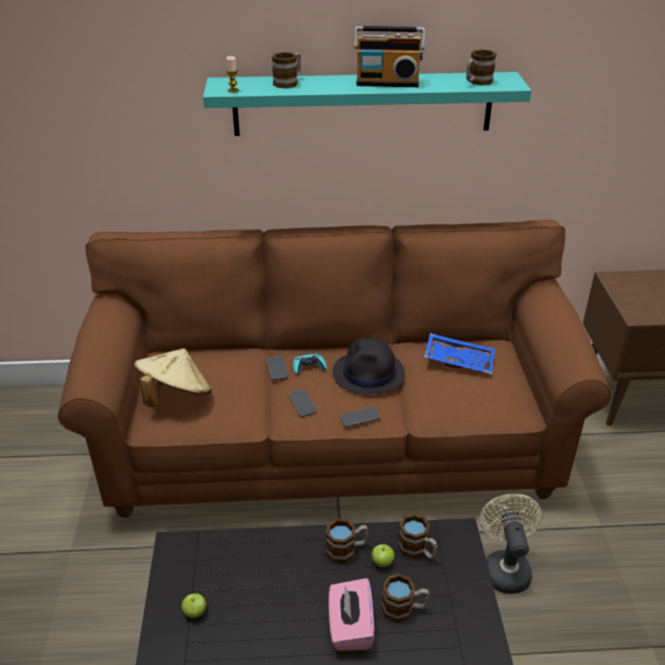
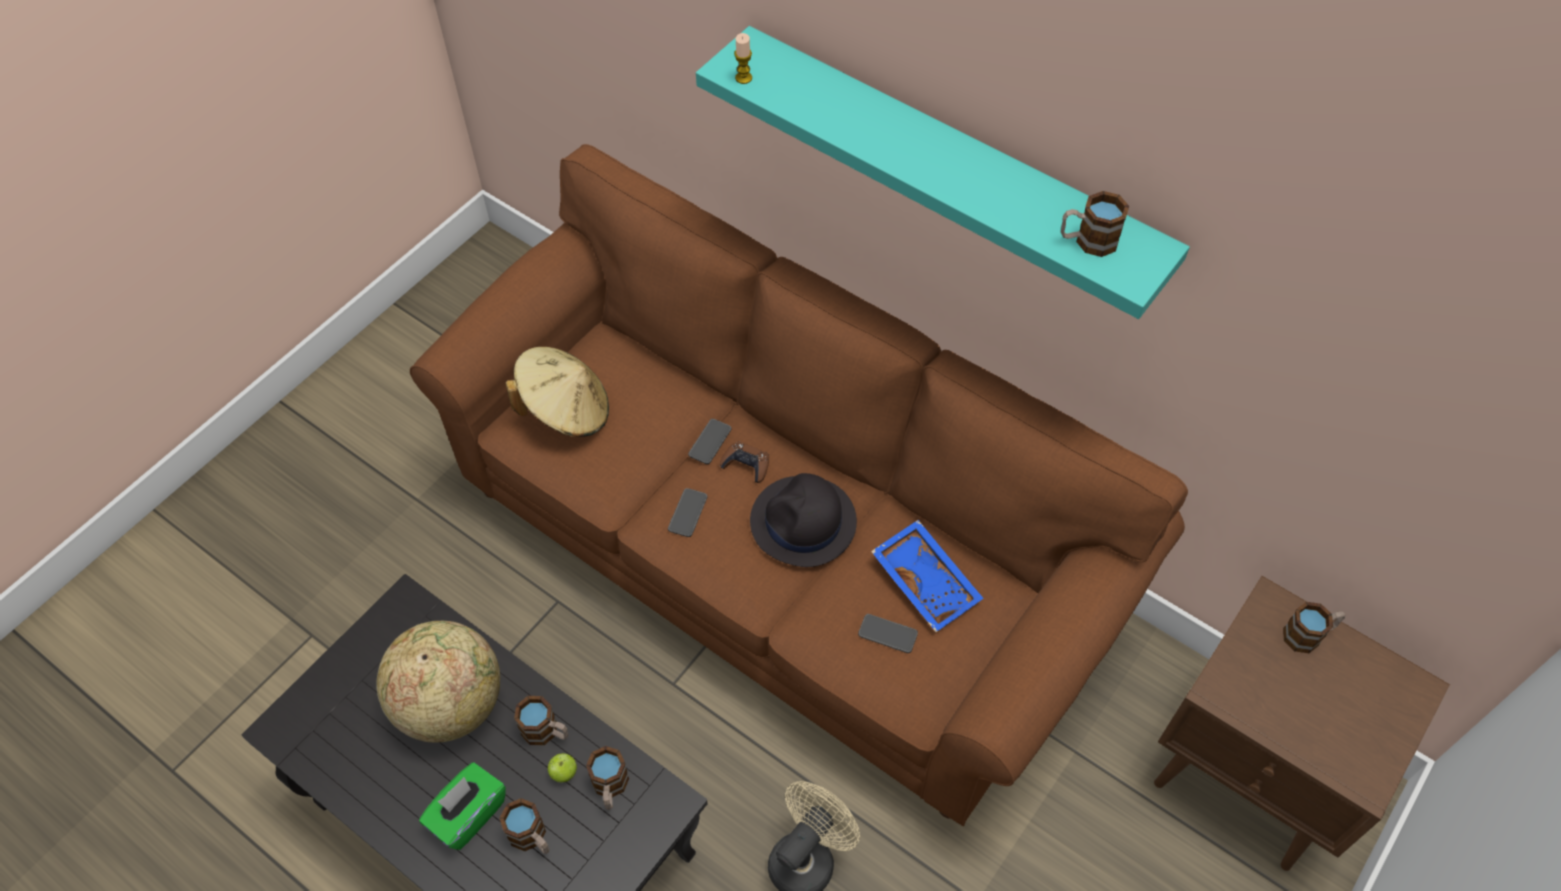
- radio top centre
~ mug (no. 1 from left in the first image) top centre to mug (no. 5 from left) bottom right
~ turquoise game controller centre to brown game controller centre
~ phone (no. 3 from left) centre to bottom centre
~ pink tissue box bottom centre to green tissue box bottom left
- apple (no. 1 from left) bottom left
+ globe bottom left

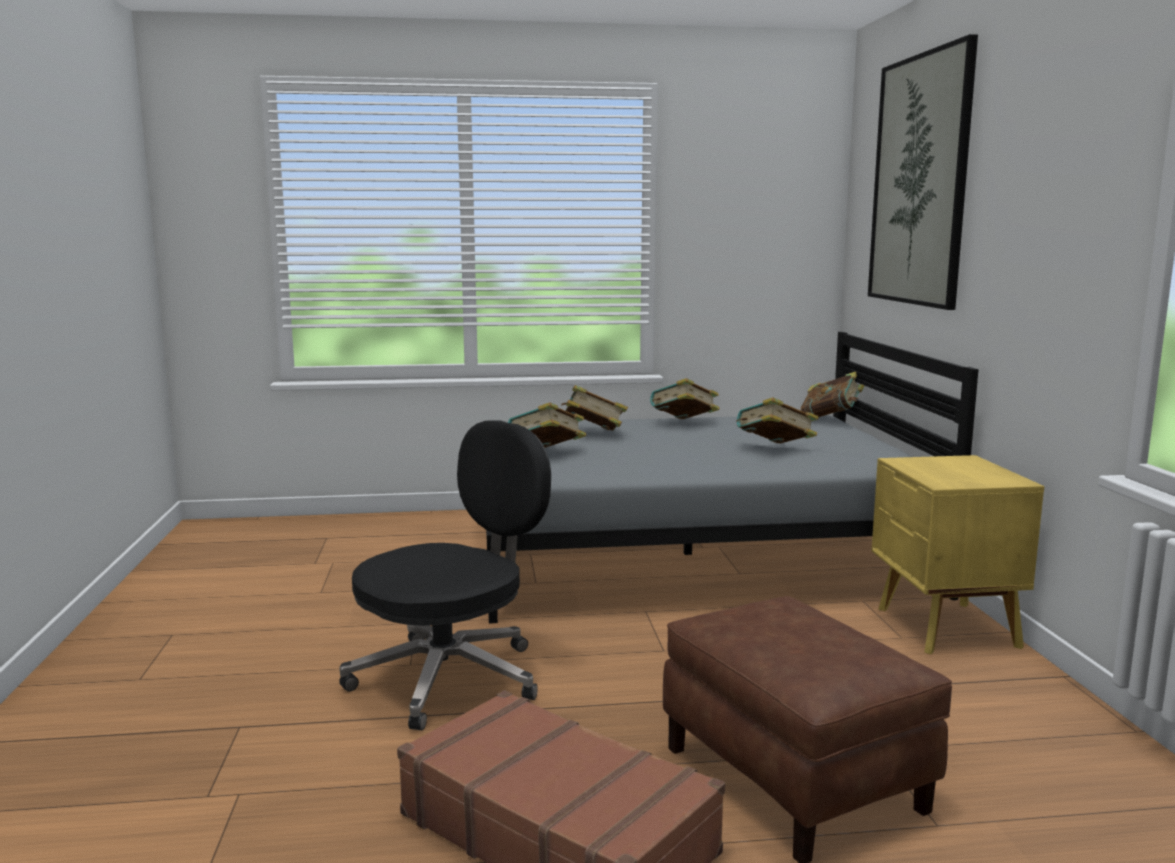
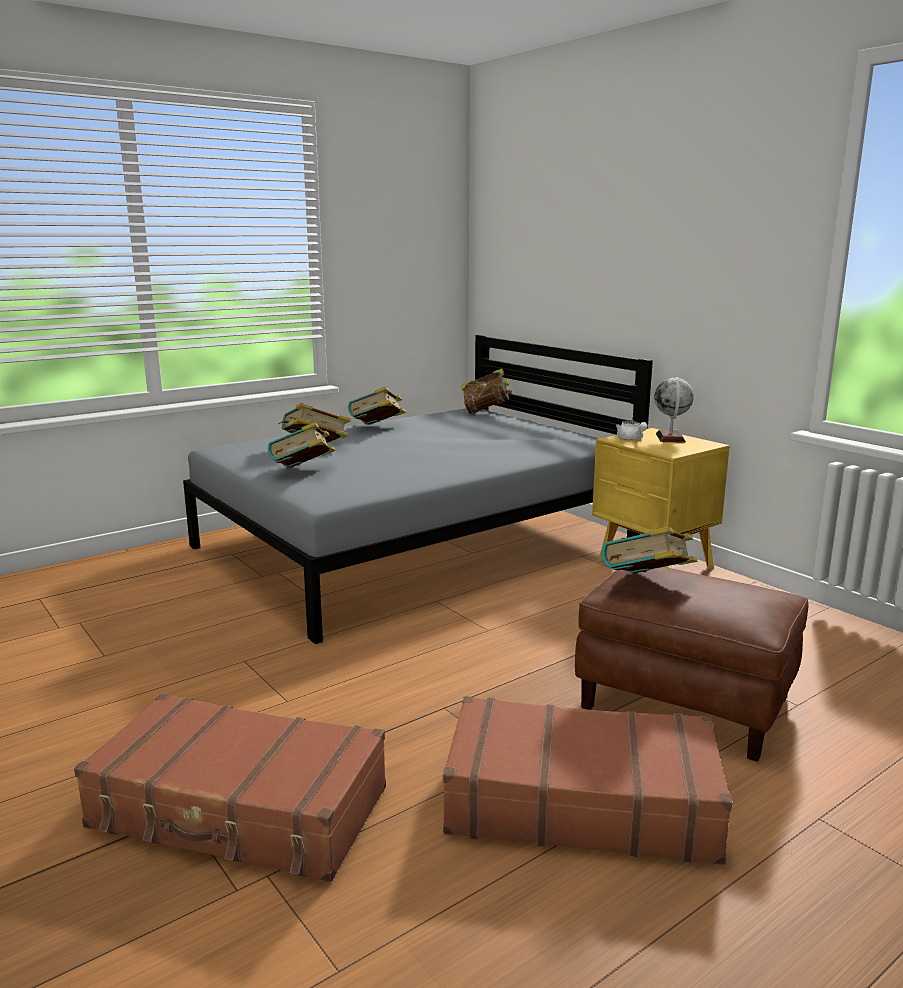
- picture top right
~ book (no. 4 from left in the first image) centre to book (no. 5 from left) middle right
- black office chair centre
+ globe middle right
+ white teapot middle right
+ brown suitcase (no. 1 from left) bottom left

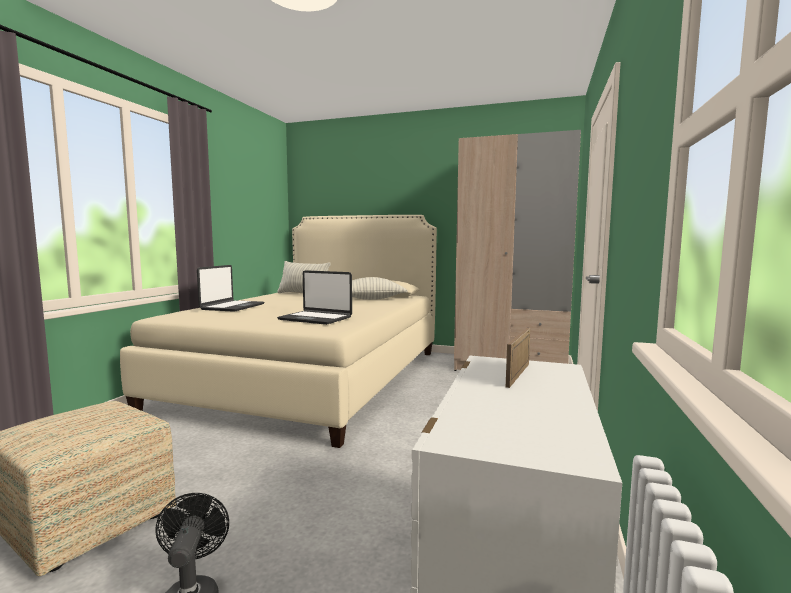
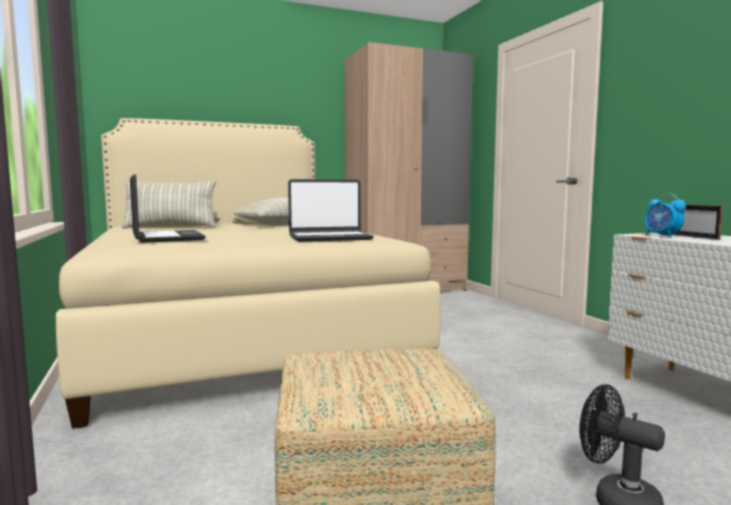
+ alarm clock middle right

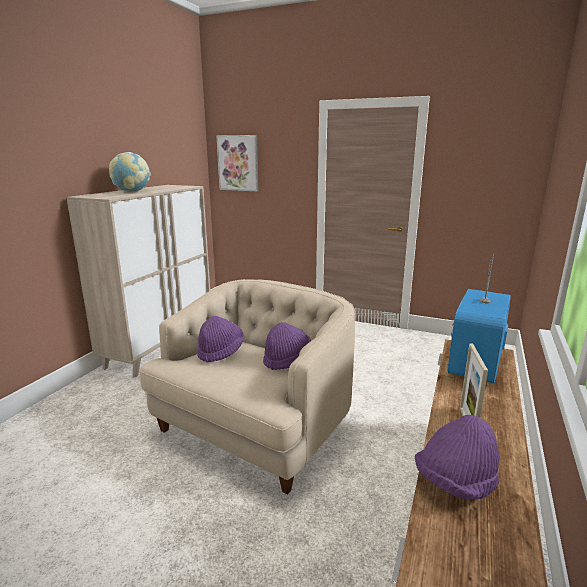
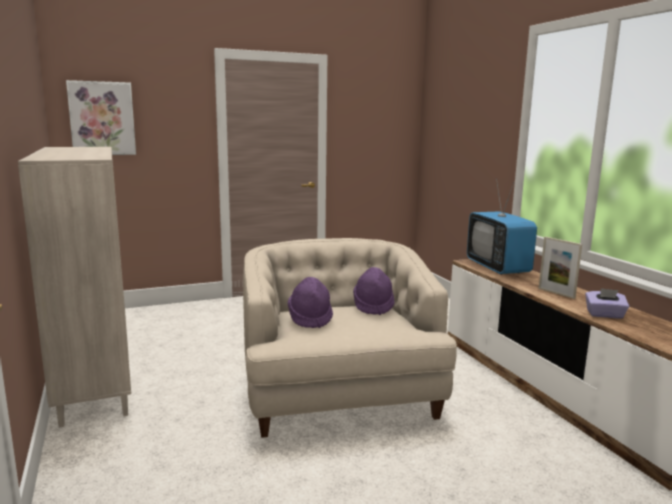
- globe top left
~ purple hat (no. 3 from left) bottom right to purple tissue box middle right

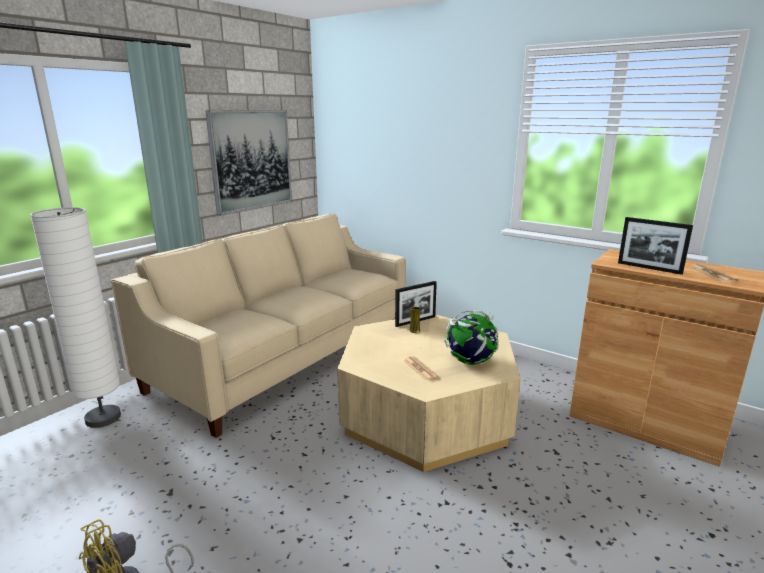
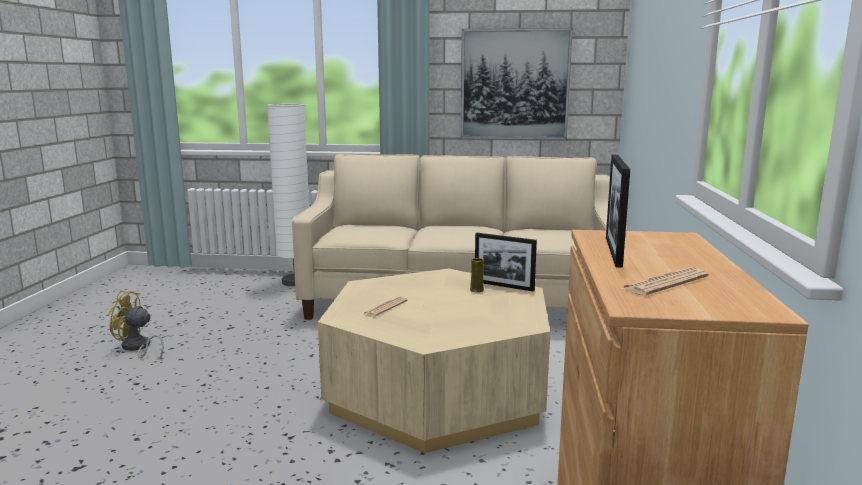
- globe centre

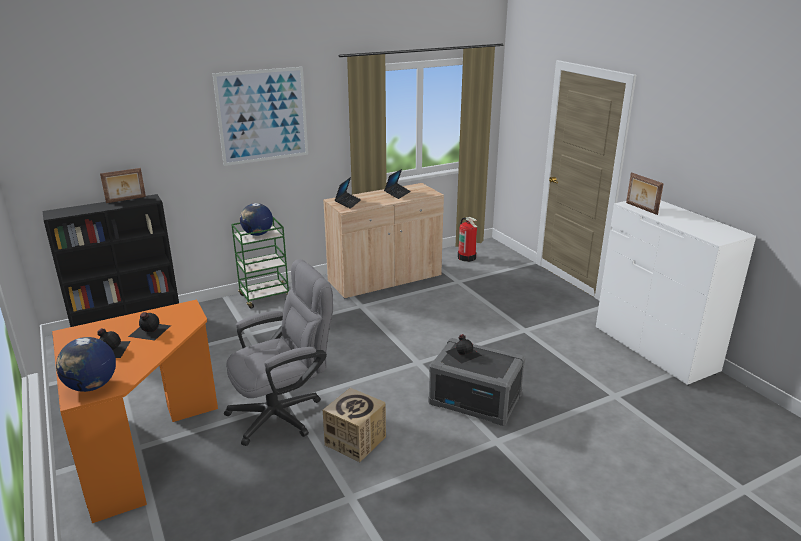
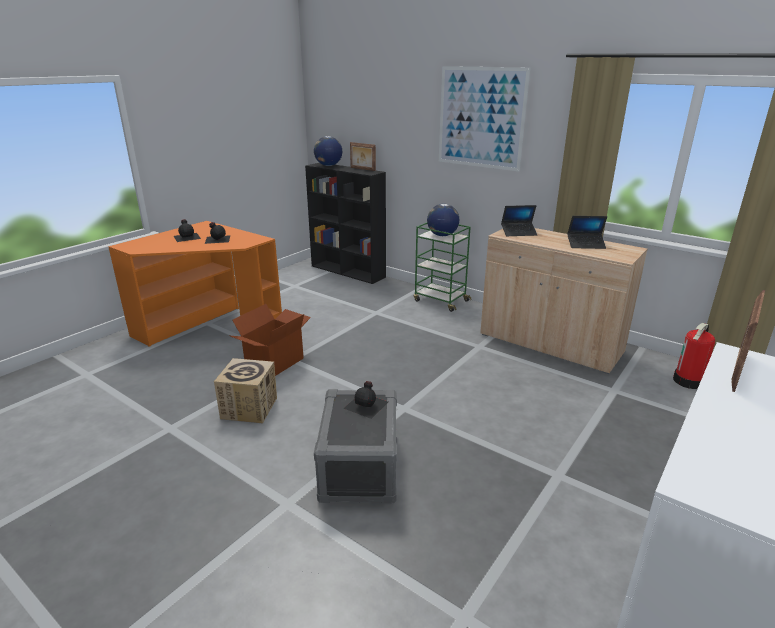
~ grey office chair centre to cardboard box (no. 2 from left) centre
~ globe (no. 1 from left) bottom left to top centre

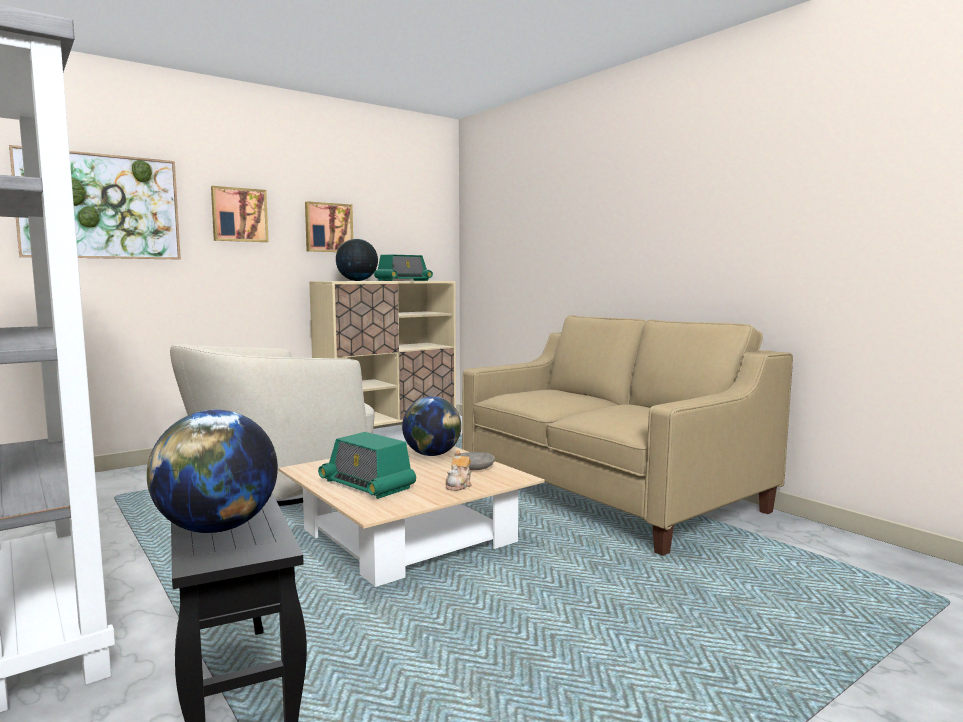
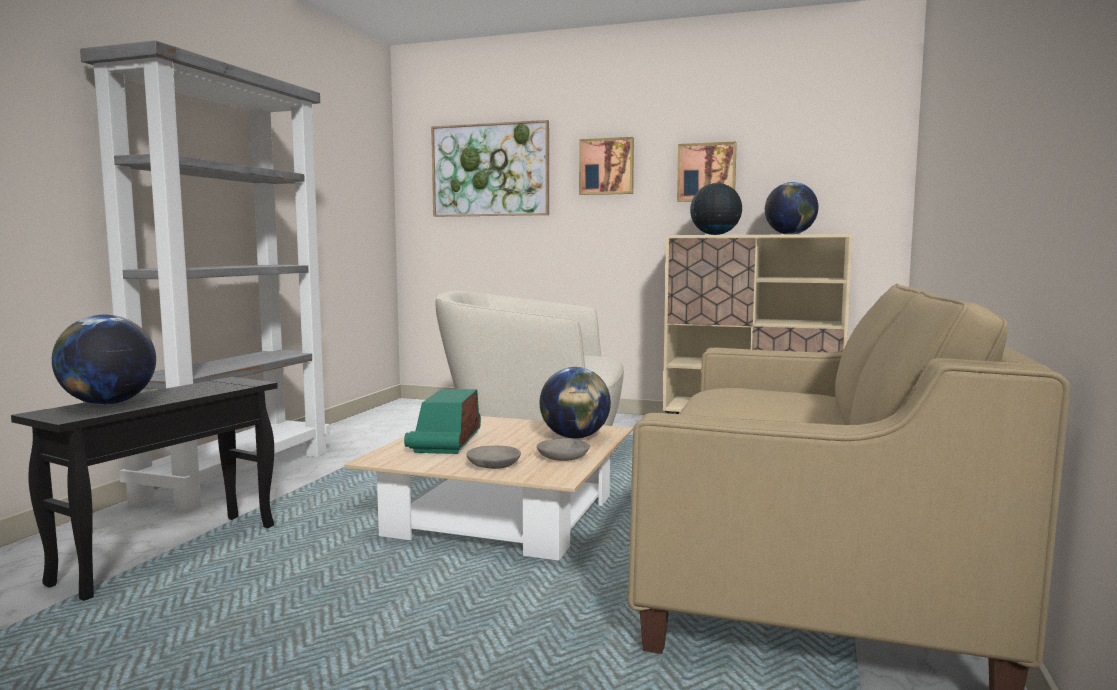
~ radio (no. 2 from left) centre to globe (no. 4 from left) top right
~ teapot centre to grey bowl (no. 1 from left) centre

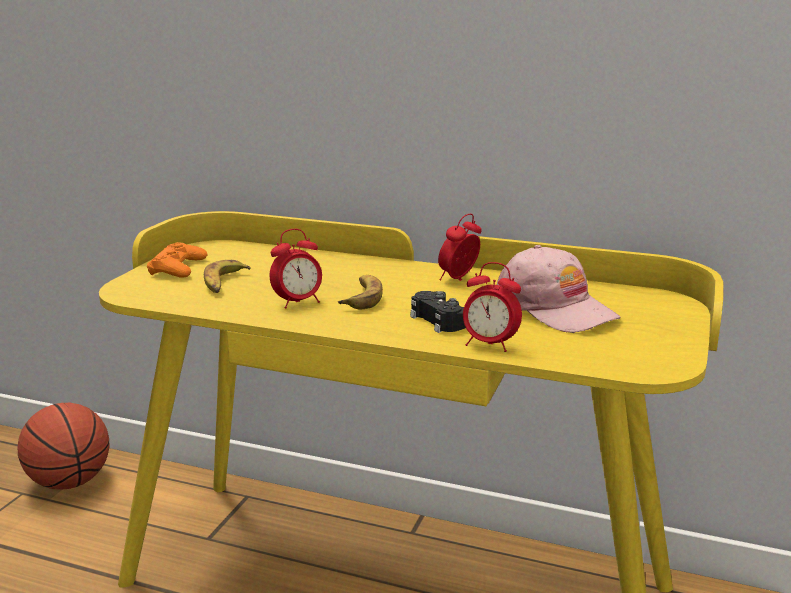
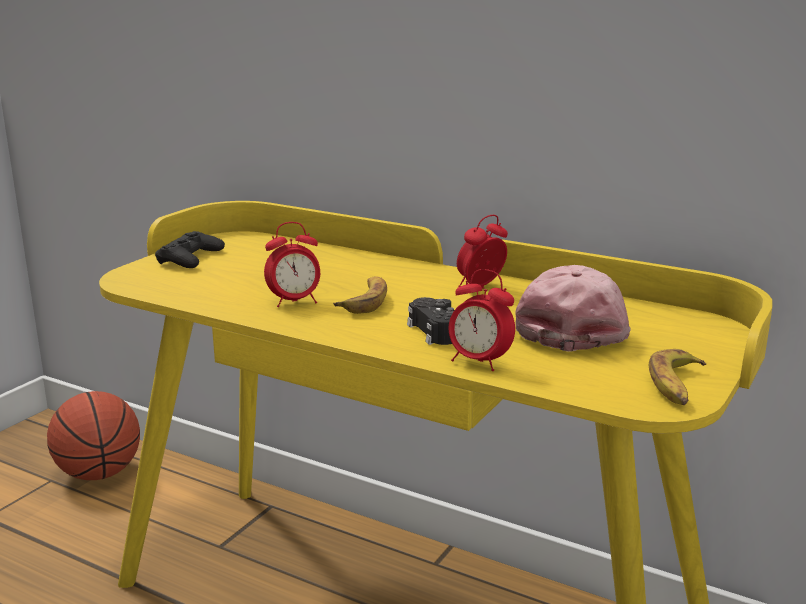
~ orange game controller middle left to black game controller (no. 1 from left) middle left
~ pink cap middle right = middle right 135 degrees counterclockwise
~ banana (no. 1 from left in the first image) middle left to banana (no. 2 from left) middle right

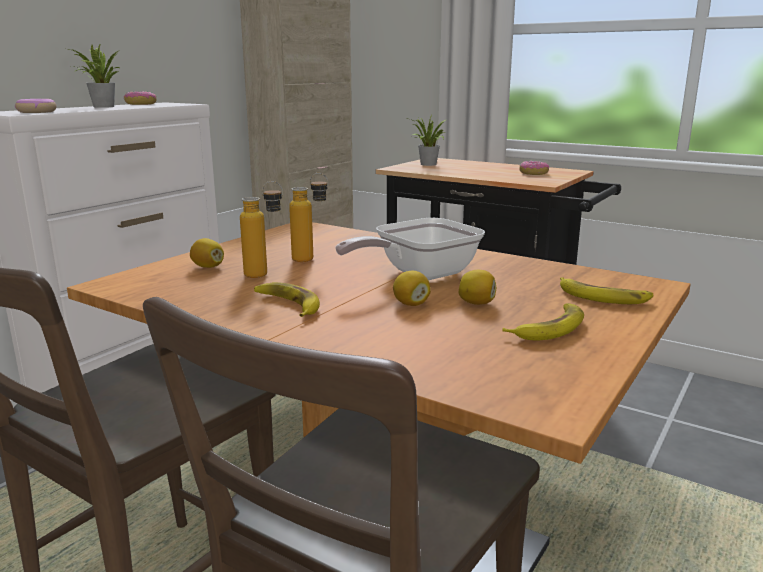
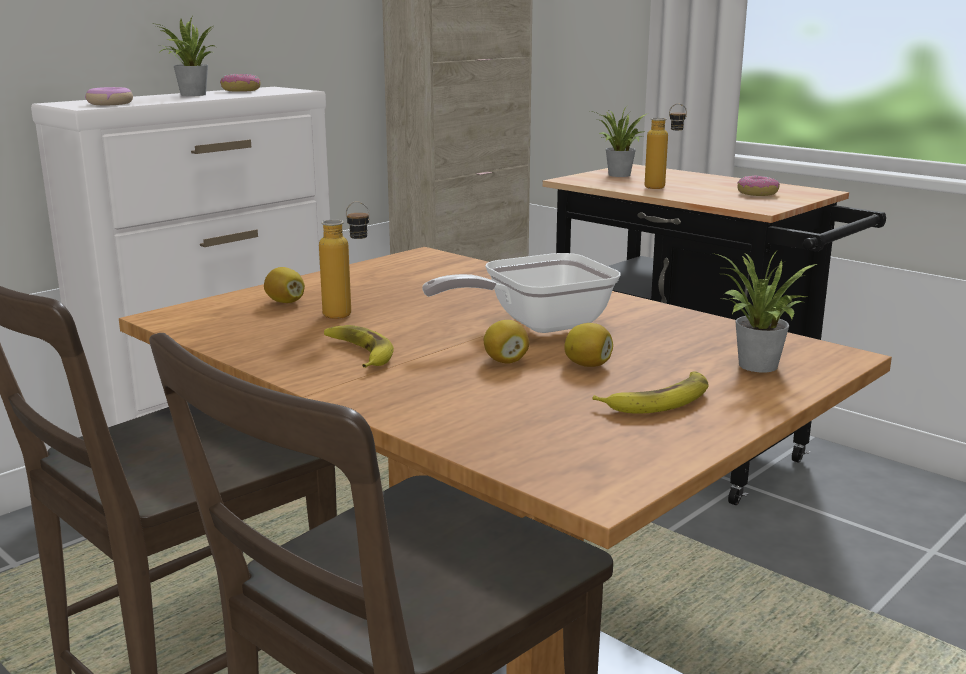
~ bottle (no. 2 from left) centre to top right
~ banana (no. 3 from left) middle right to potted plant (no. 3 from left) middle right

